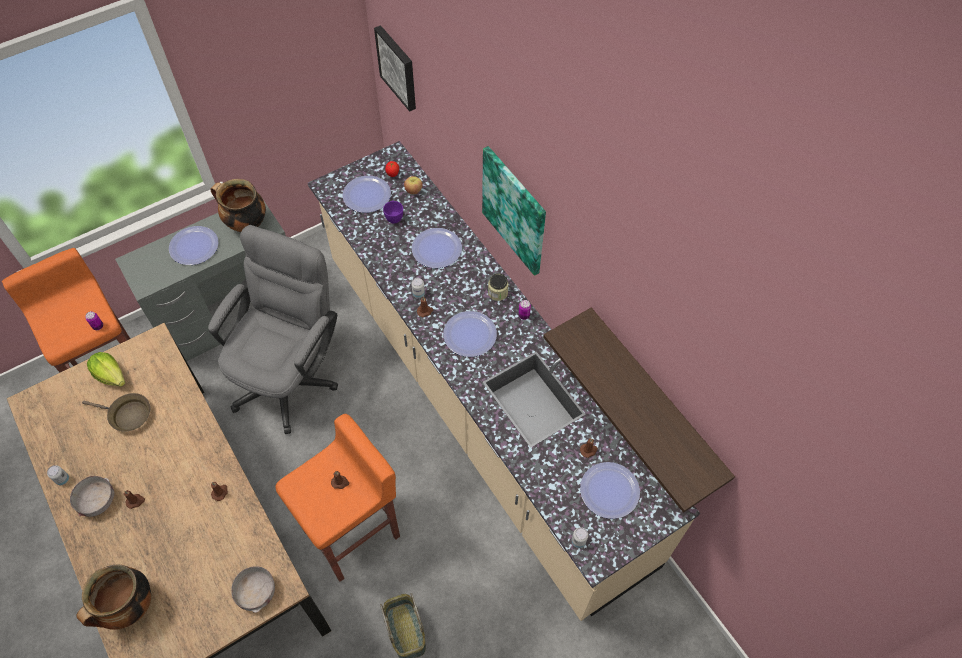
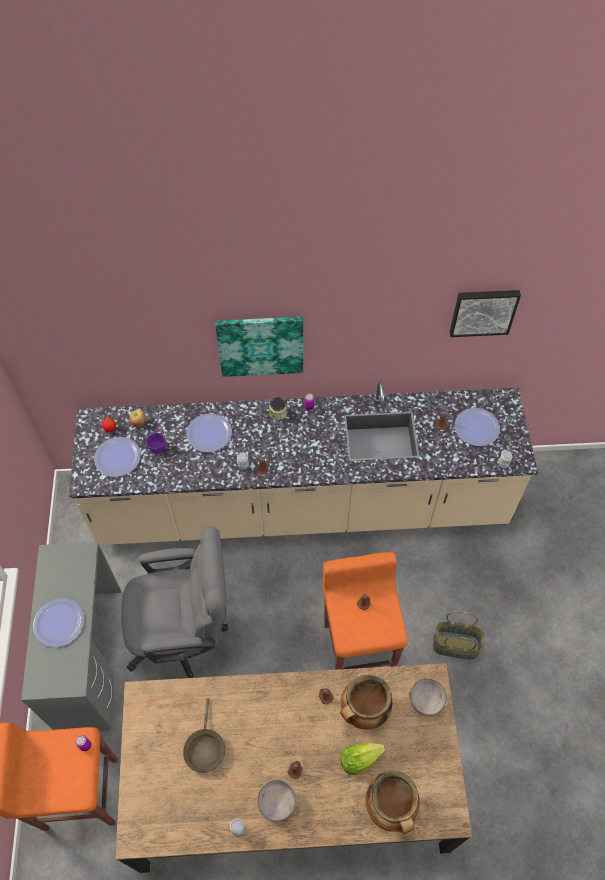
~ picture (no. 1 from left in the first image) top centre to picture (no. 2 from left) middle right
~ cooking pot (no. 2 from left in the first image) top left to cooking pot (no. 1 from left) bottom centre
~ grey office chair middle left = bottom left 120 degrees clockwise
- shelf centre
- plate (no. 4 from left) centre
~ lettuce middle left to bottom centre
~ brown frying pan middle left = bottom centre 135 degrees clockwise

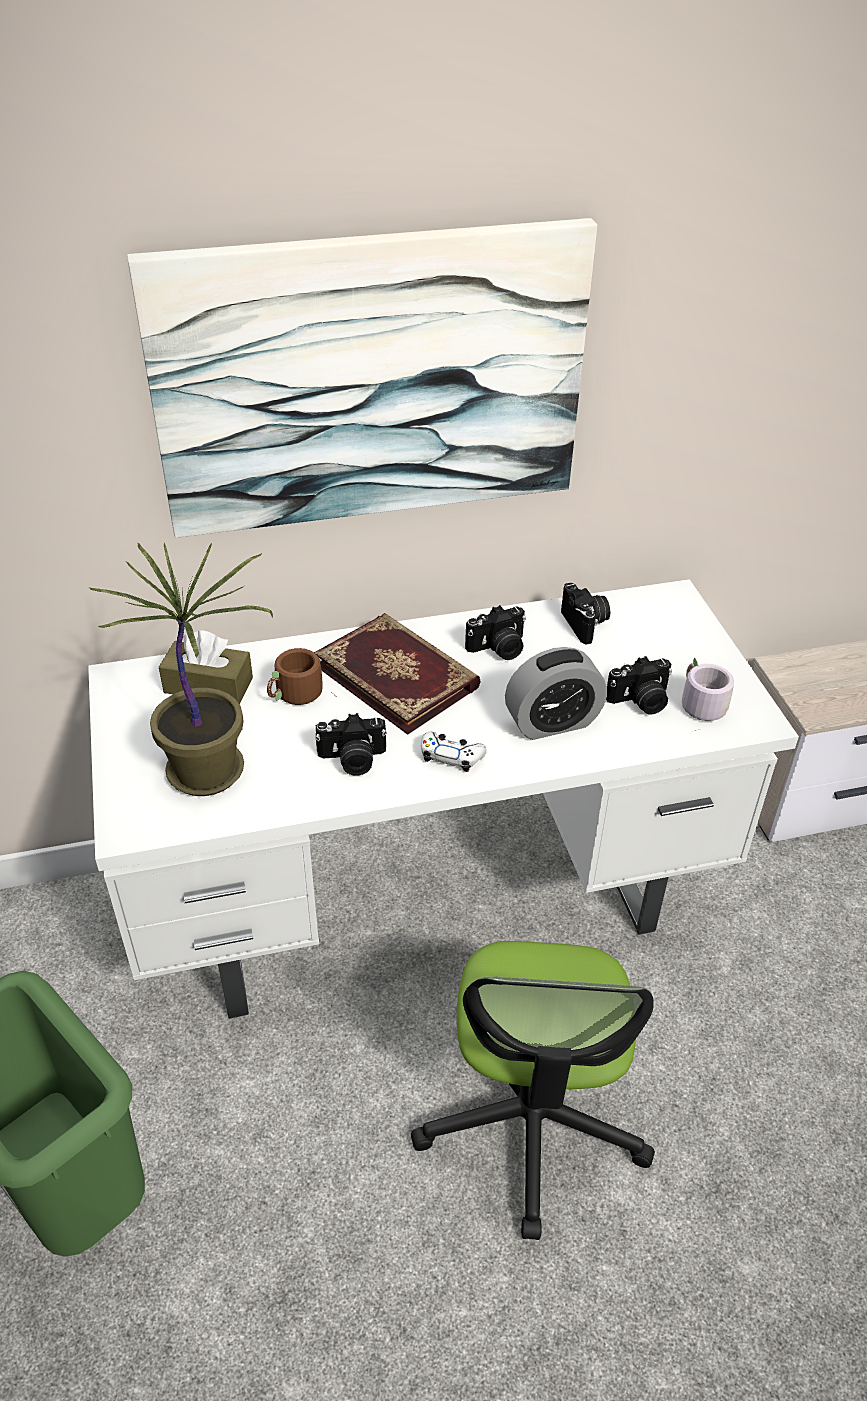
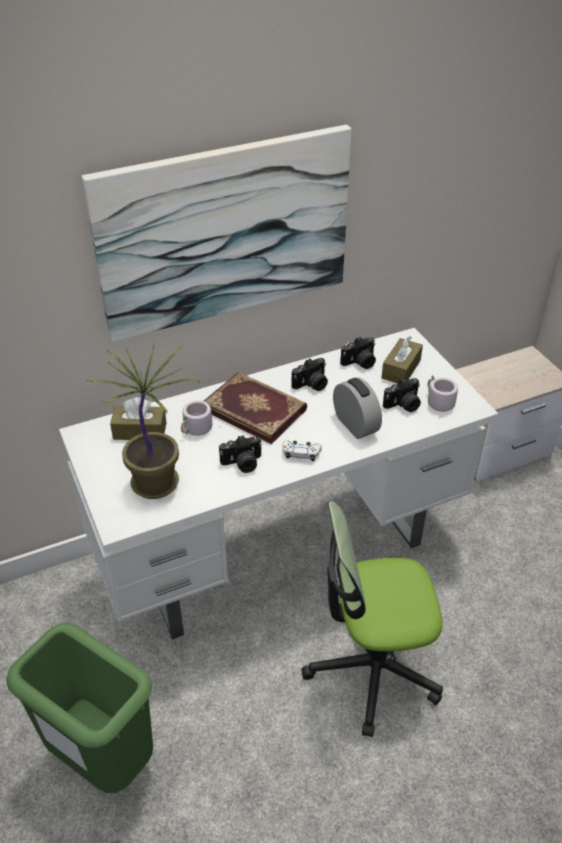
~ photo camera (no. 3 from left) middle right = centre 90 degrees clockwise
~ alarm clock centre = centre 90 degrees counterclockwise
~ brown mug centre to grey mug (no. 1 from left) centre
~ office chair bottom centre = bottom centre 90 degrees clockwise
+ brown tissue box (no. 2 from left) middle right

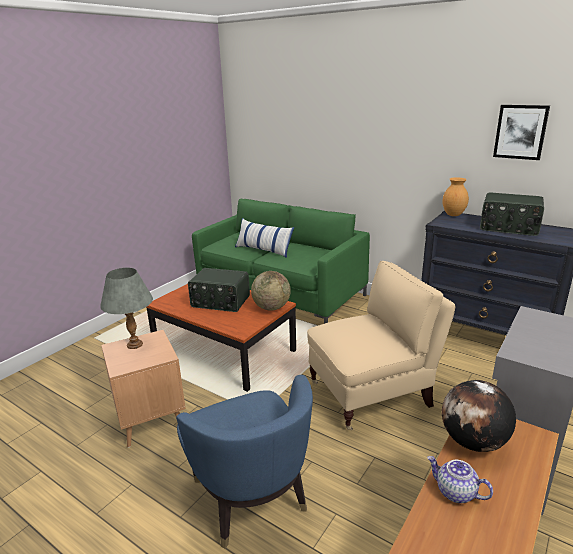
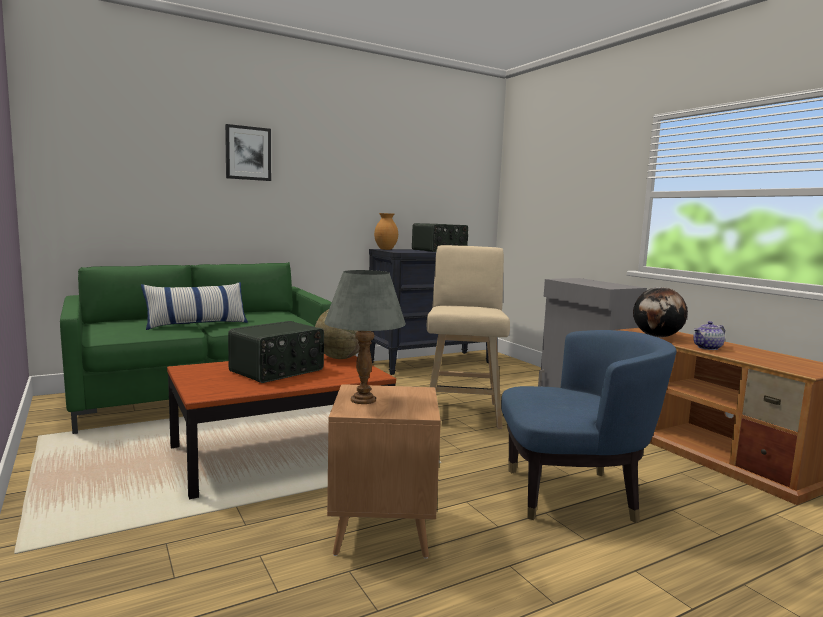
~ picture top right to top left
~ beige armchair centre to beige stool centre

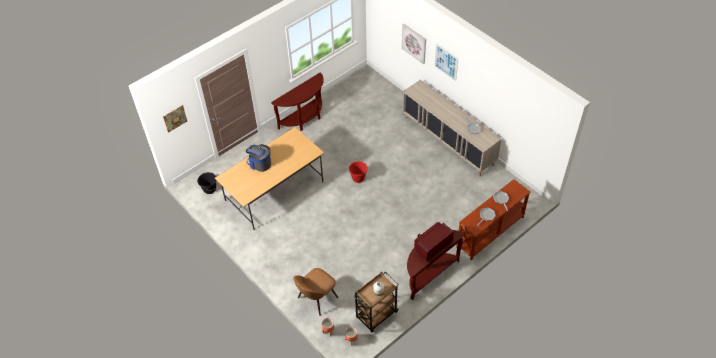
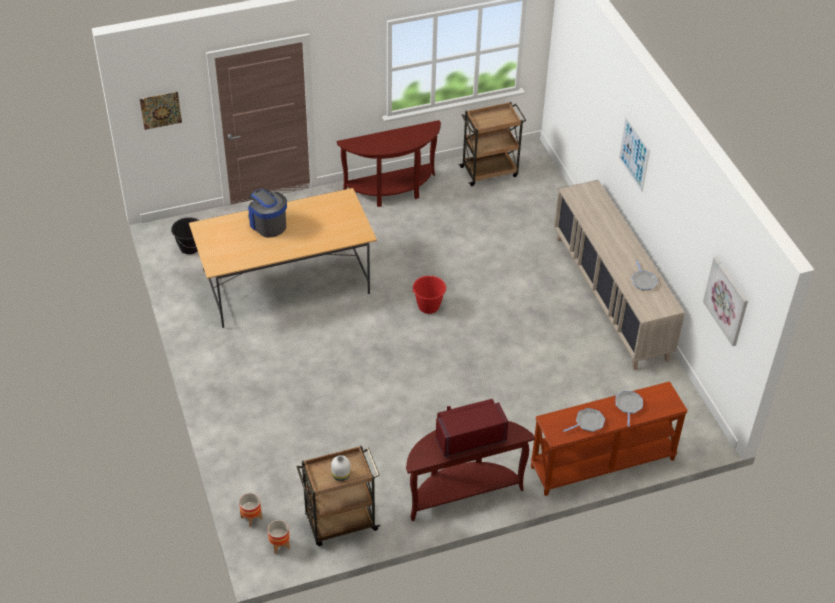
~ picture (no. 2 from left in the first image) top centre to picture (no. 3 from left) middle right
- brown chair bottom centre
+ brown cart (no. 2 from left) top centre

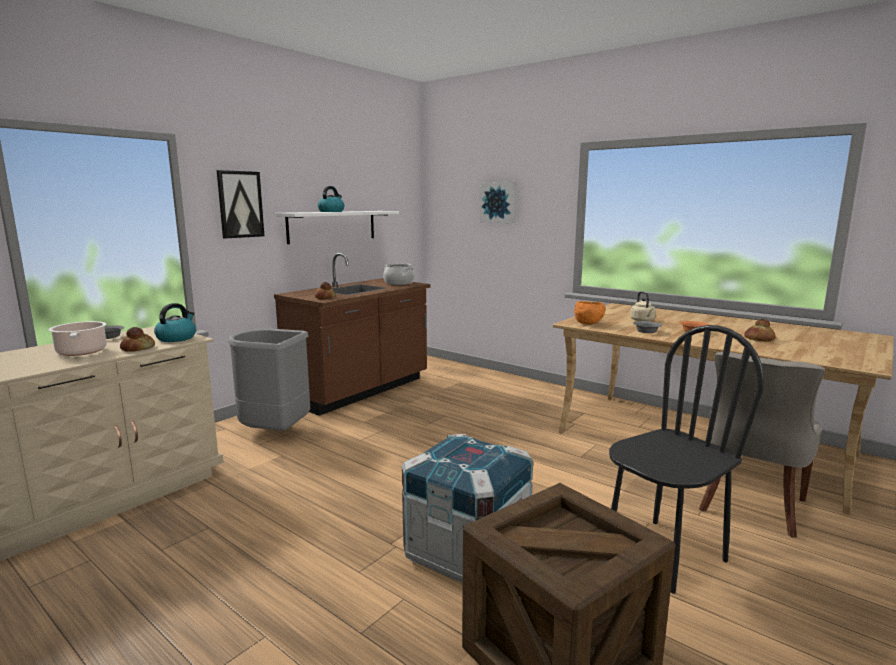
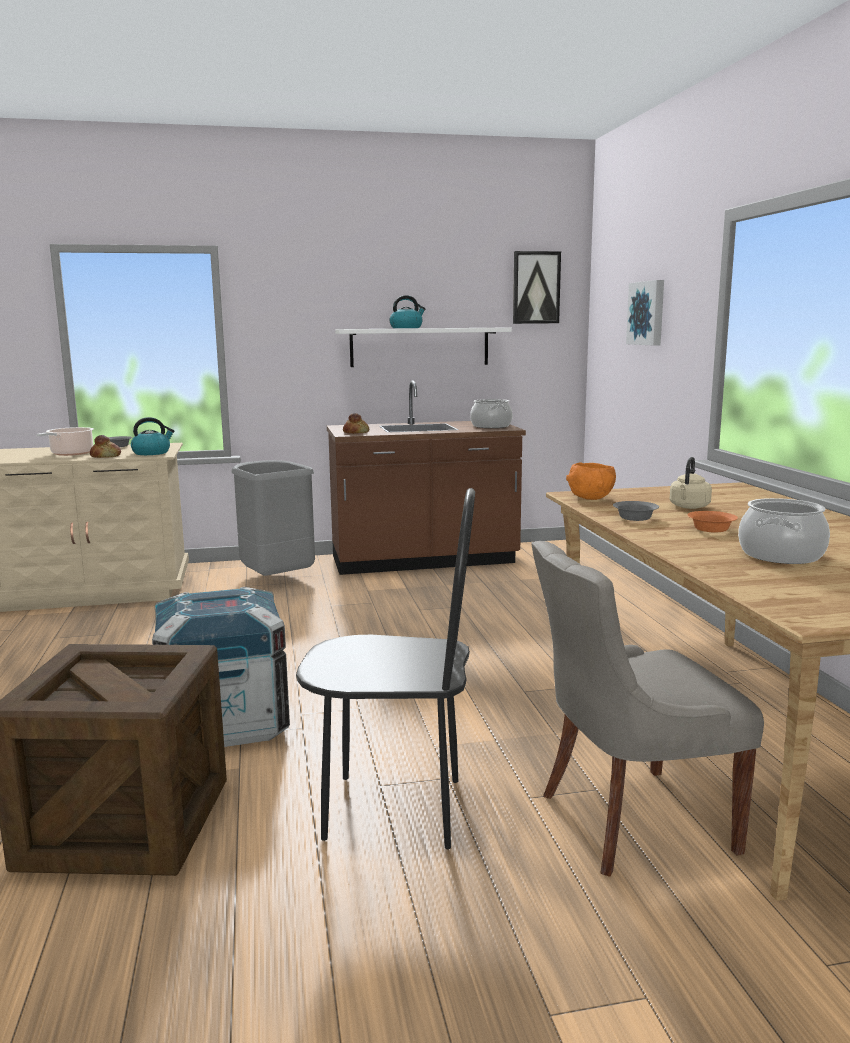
~ picture (no. 1 from left) top left to top centre
~ bread (no. 3 from left) middle right to cooking pot (no. 3 from left) middle right

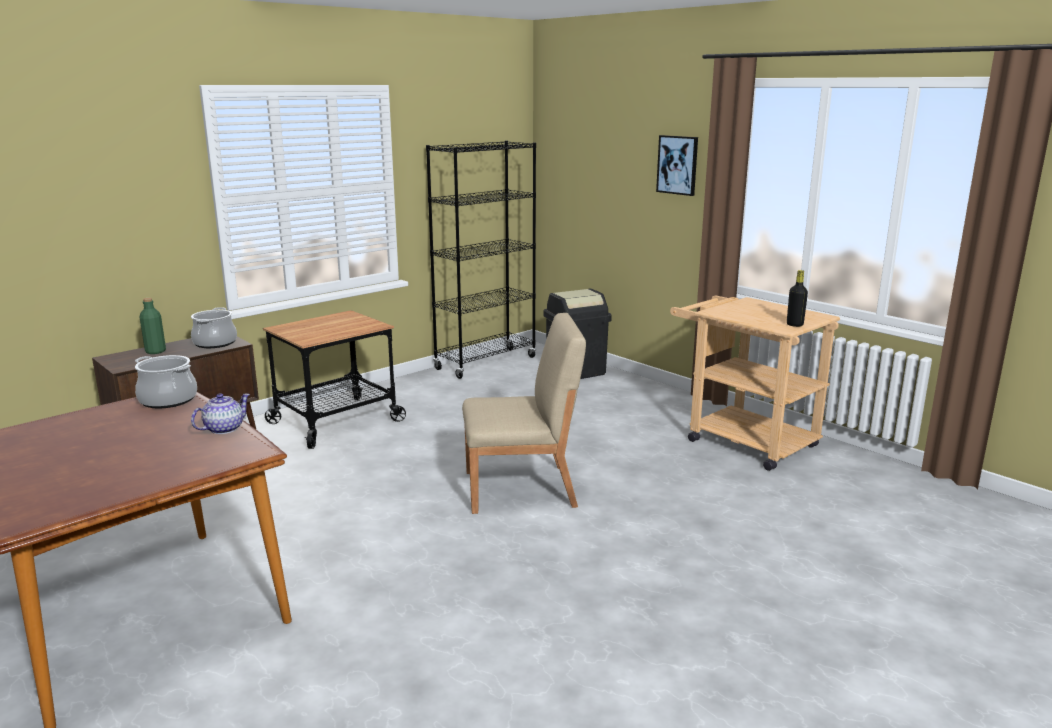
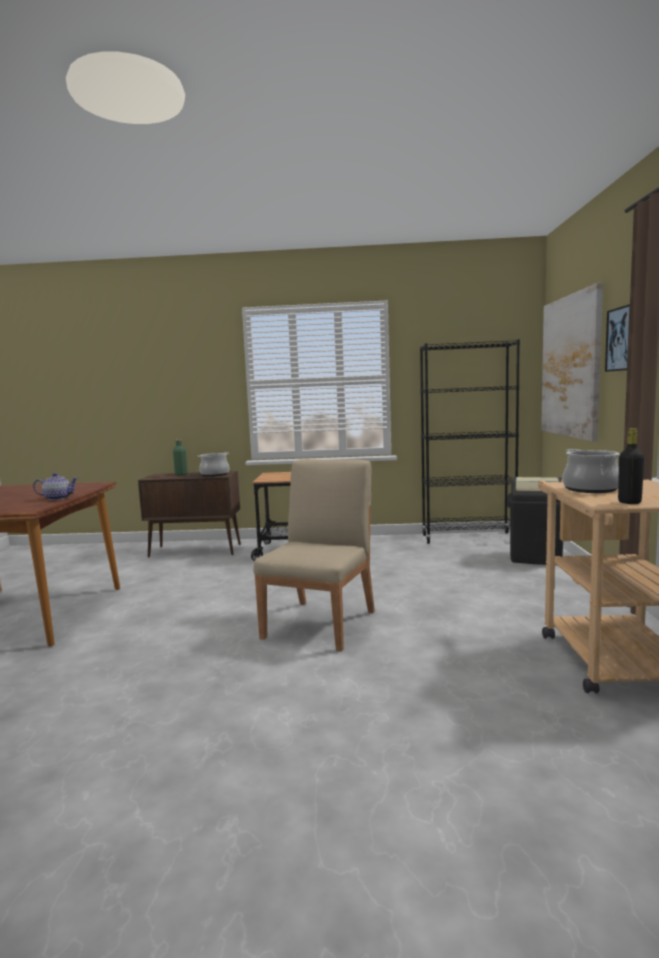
~ beige chair centre = centre 105 degrees counterclockwise
~ cooking pot (no. 1 from left in the first image) middle left to cooking pot (no. 2 from left) middle right
+ picture (no. 1 from left) middle right

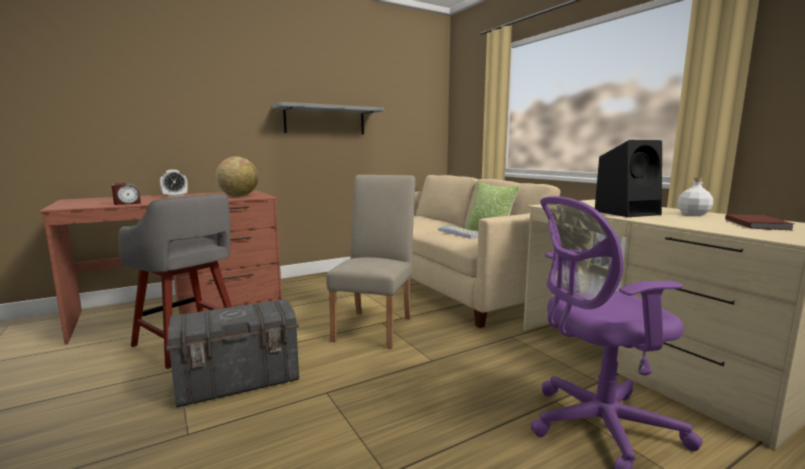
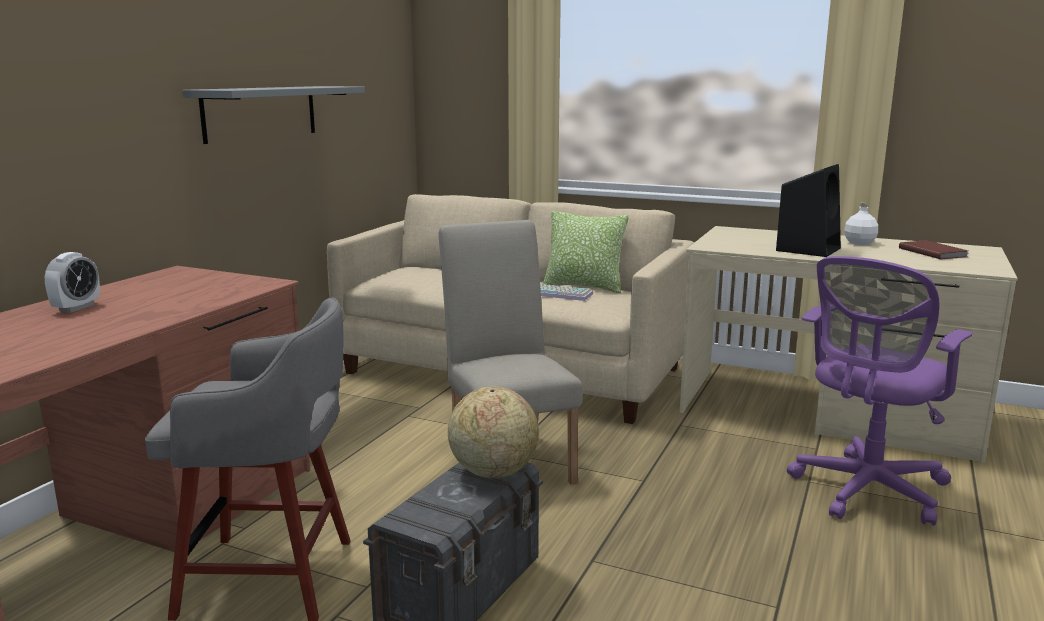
~ globe middle left to bottom centre
- alarm clock (no. 1 from left) middle left

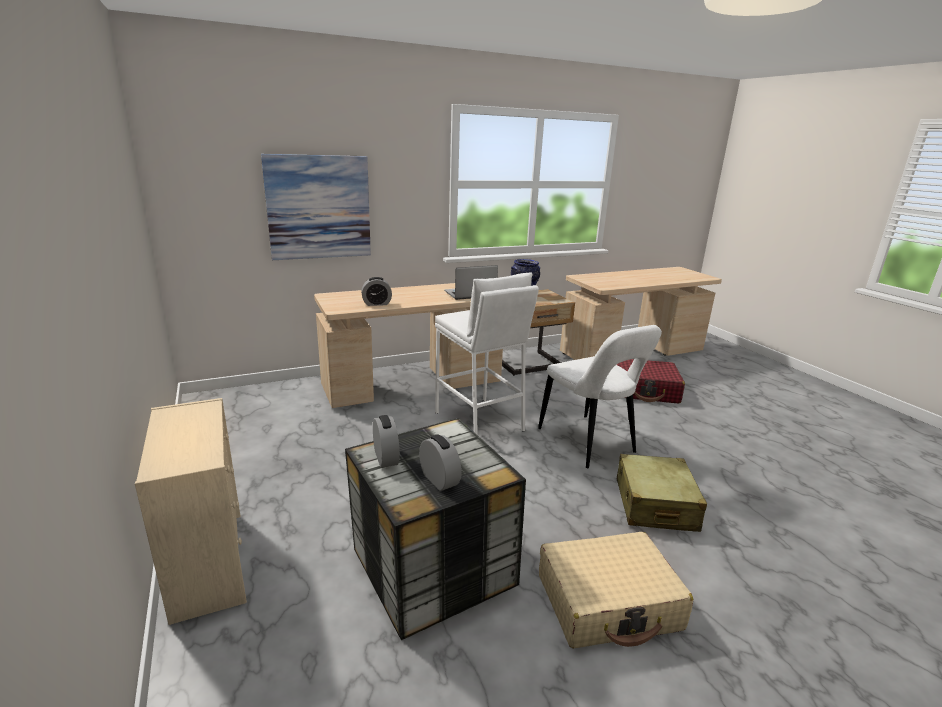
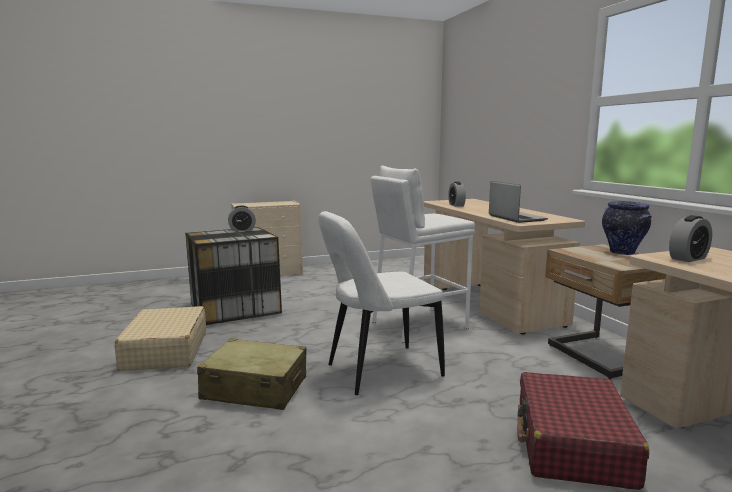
- picture top centre
~ alarm clock (no. 3 from left) centre to middle right

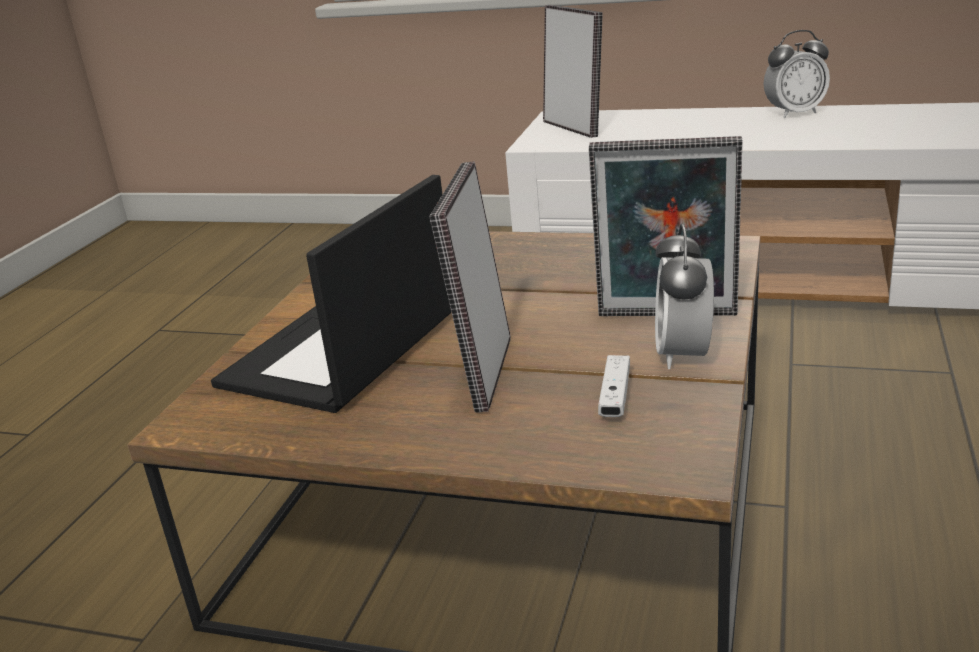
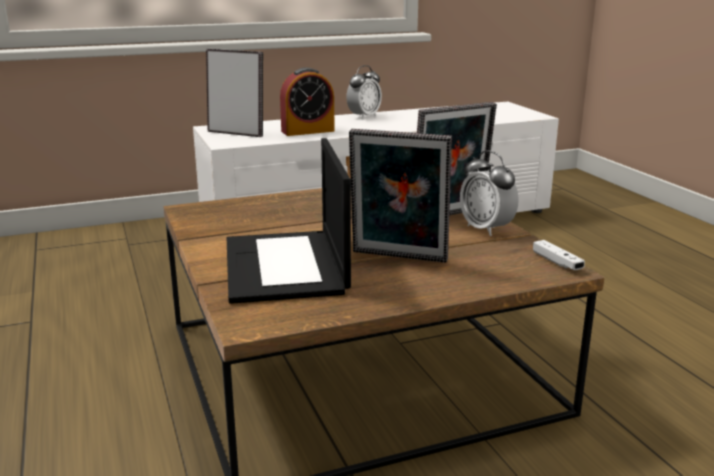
~ picture frame (no. 1 from left in the first image) centre = centre 45 degrees counterclockwise
~ white game controller centre to middle right
+ alarm clock (no. 1 from left) top centre

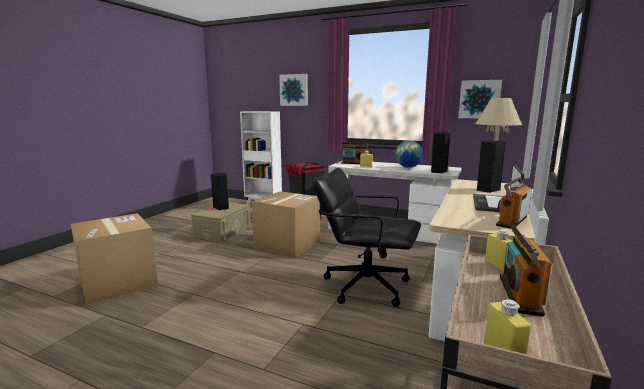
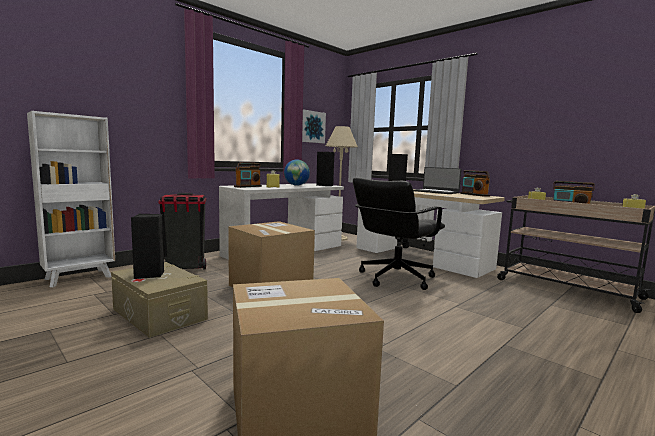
- picture (no. 1 from left) top centre

